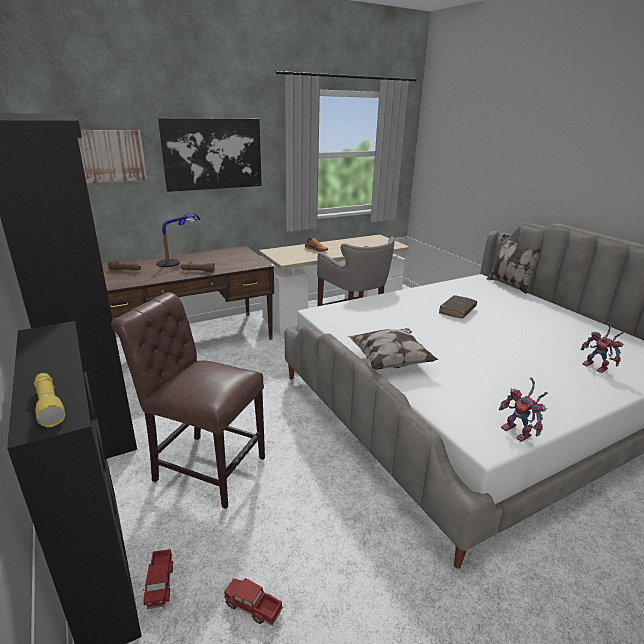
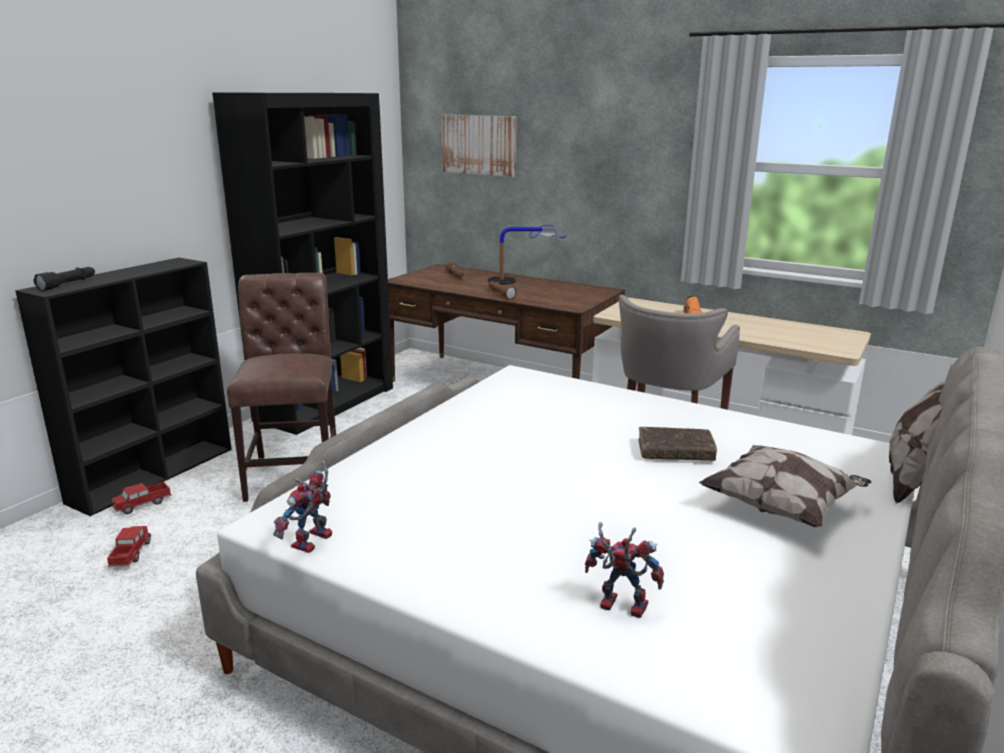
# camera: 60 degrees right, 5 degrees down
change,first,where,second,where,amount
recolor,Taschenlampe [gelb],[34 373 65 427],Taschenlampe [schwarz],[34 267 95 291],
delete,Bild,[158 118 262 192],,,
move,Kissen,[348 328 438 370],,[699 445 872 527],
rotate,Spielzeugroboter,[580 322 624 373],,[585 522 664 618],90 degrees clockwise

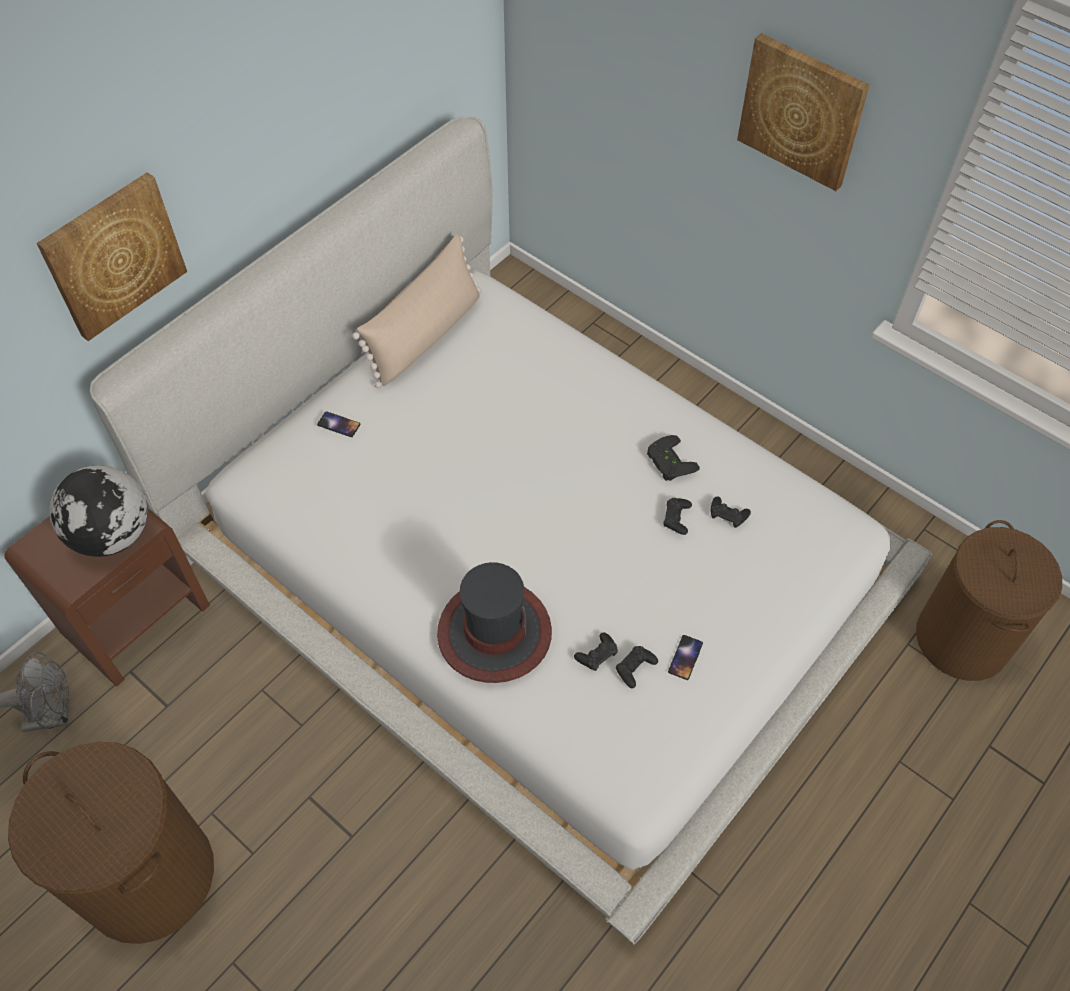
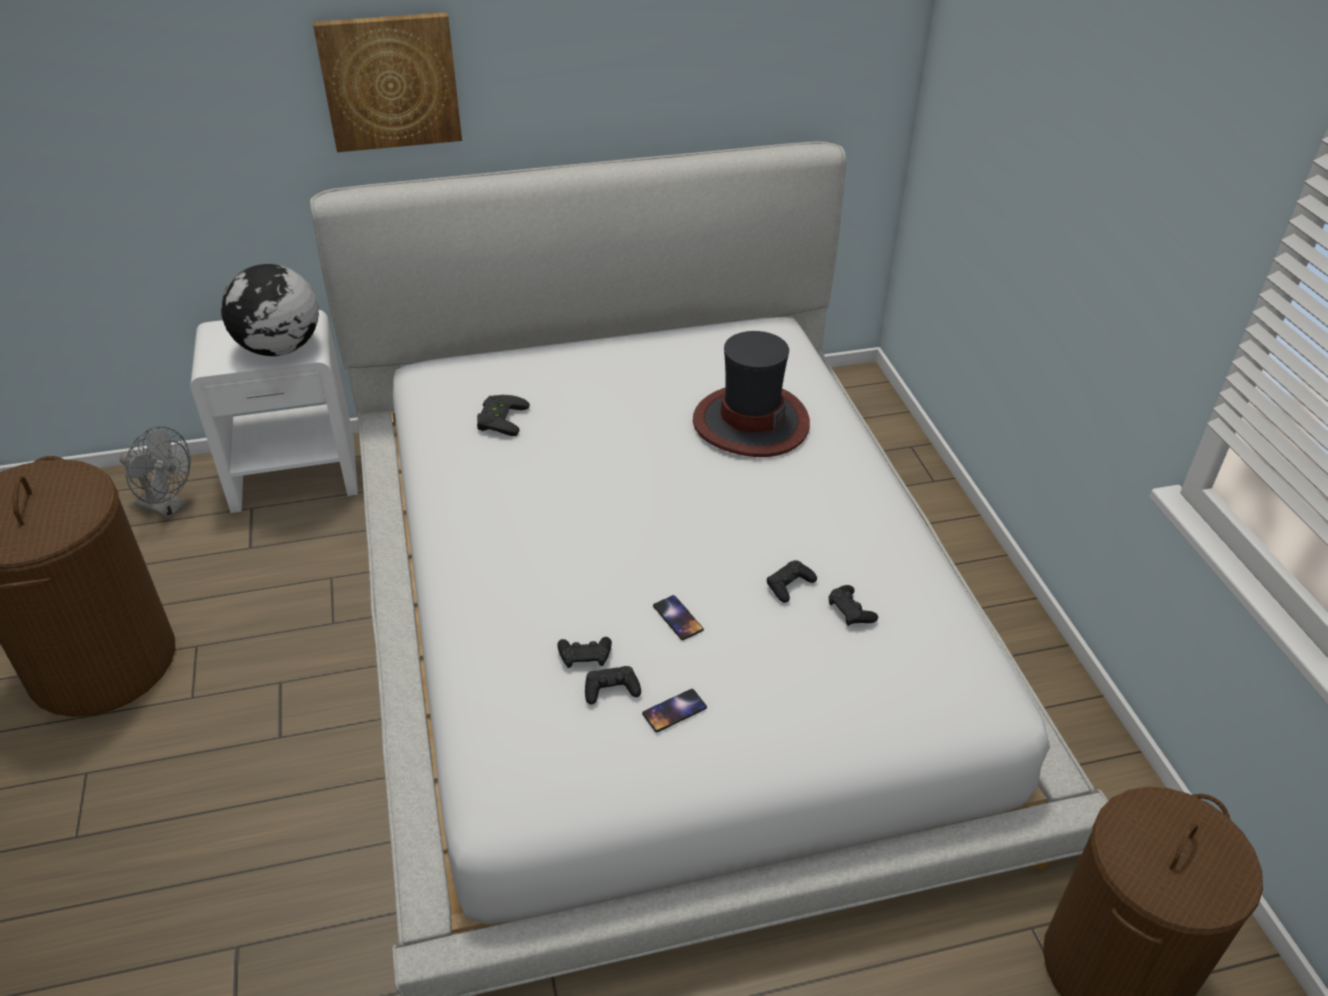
# camera: 35 degrees right, 15 degrees down
change,first,where,second,where,amount
recolor,Nachttisch [braun],[4 508 210 687],Nachttisch [weiß],[190 310 358 513],
move,Handy,[317 411 361 437],,[653 595 704 640],
delete,Kissen [beige],[352 234 481 388],,,
move,Hut,[437 562 552 683],,[693 331 810 457],
move,Gamepad [schwarz],[647 435 700 481],,[477 395 530 436],
delete,Bild,[737 33 870 191],,,

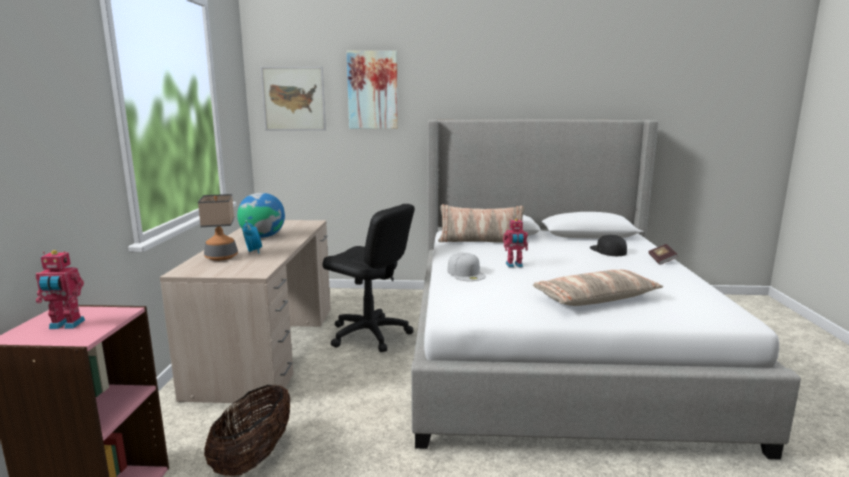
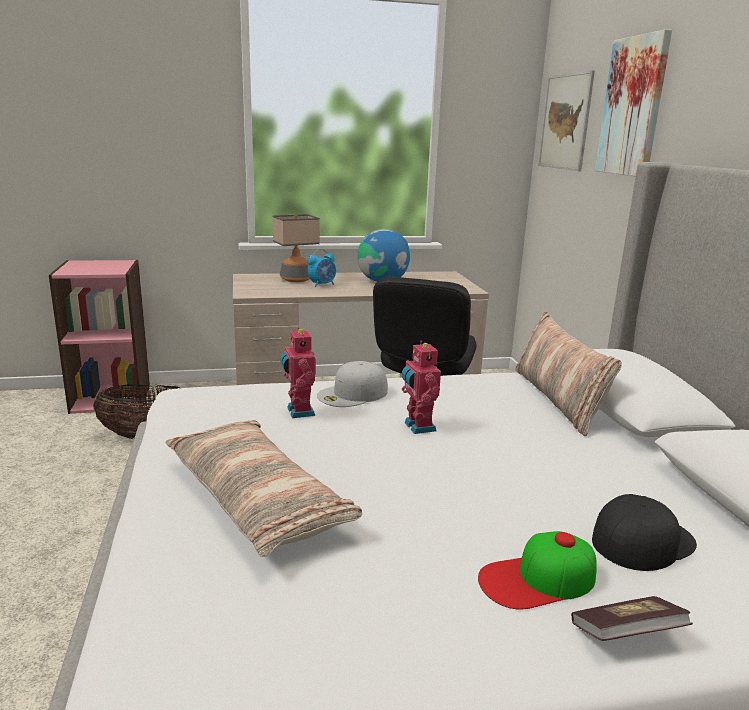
# camera: 75 degrees right, 5 degrees up
change,first,where,second,where,amount
move,Spielzeugroboter,[36 250 85 329],,[280 327 316 418],
insert,,,Kappe,[478 531 597 610],

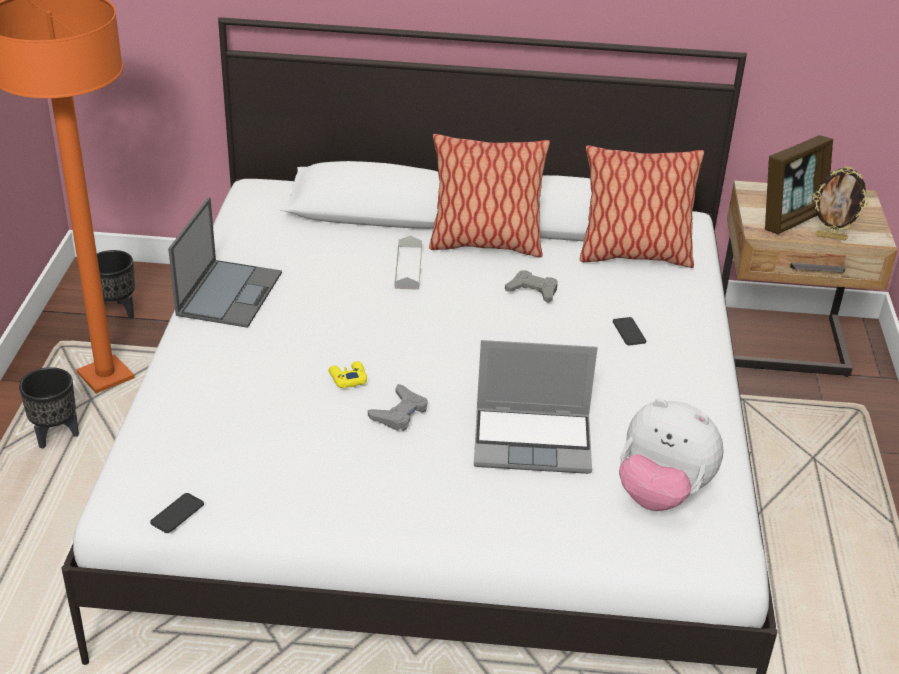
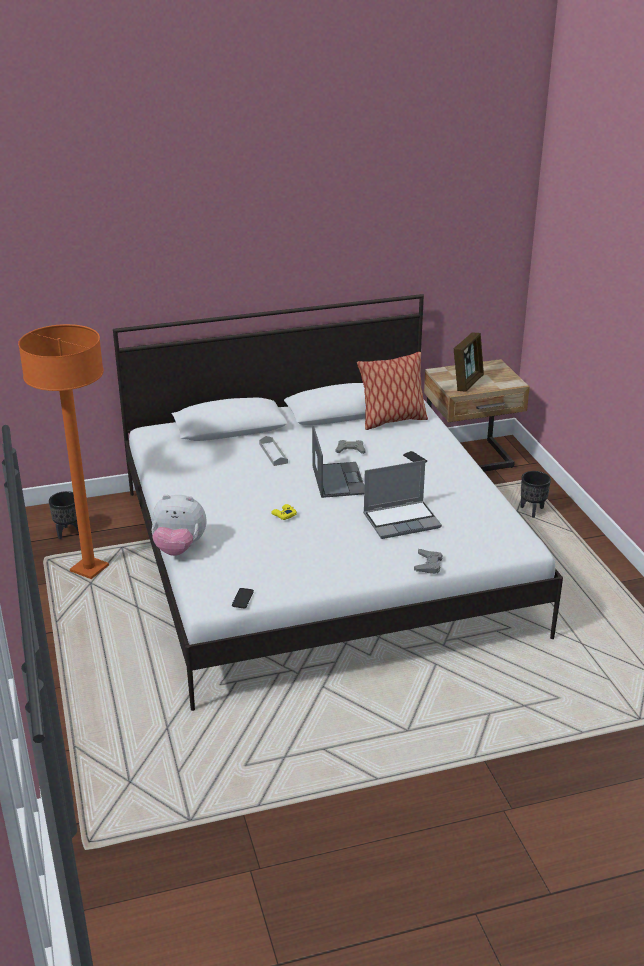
# camera: 20 degrees left, 5 degrees down
change,first,where,second,where,amount
move,Pflanzkübel [schwarz],[19 367 79 449],,[521 471 551 517],
move,Laptop,[168 197 282 328],,[312 426 364 498],
move,Gamepad [grau],[368 384 428 431],,[414 549 443 574],
delete,Kissen,[429 134 550 258],,,
move,Plüschtier,[619 398 724 511],,[151 494 207 556],
delete,Bilderrahmen,[813 166 869 240],,,

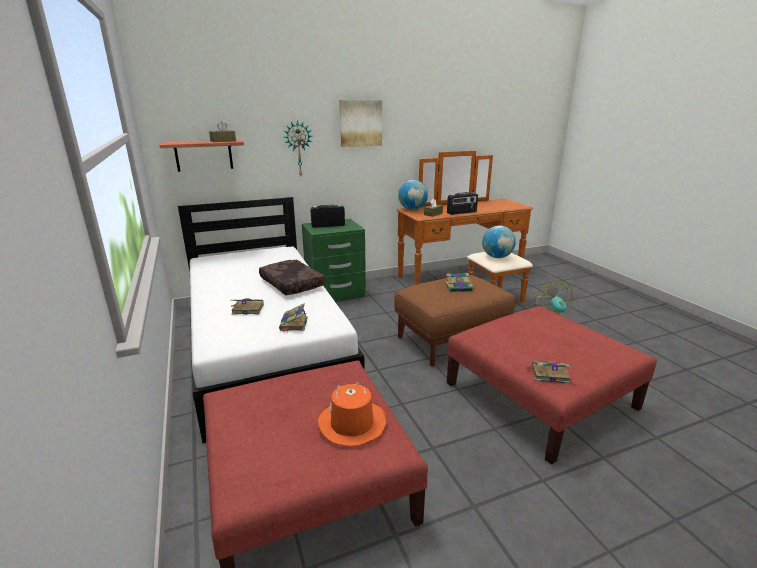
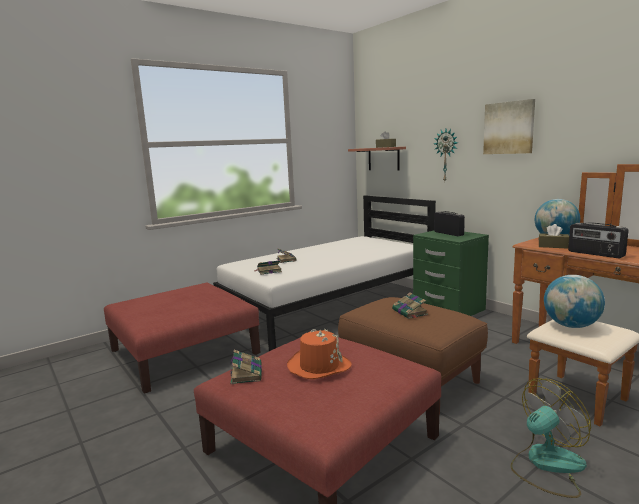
# camera: 75 degrees right, 10 degrees down
change,first,where,second,where,amount
delete,Kissen [braun],[259 260 325 295],,,
move,Hut [orange],[317 383 387 446],,[287 329 352 379],

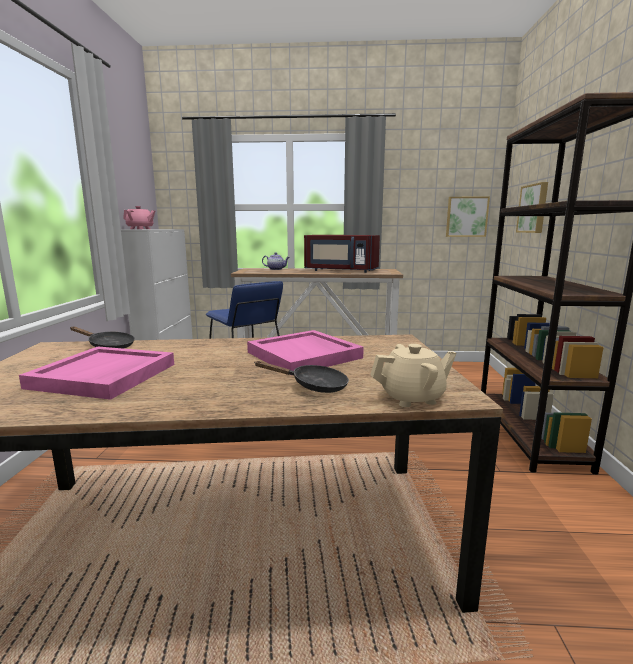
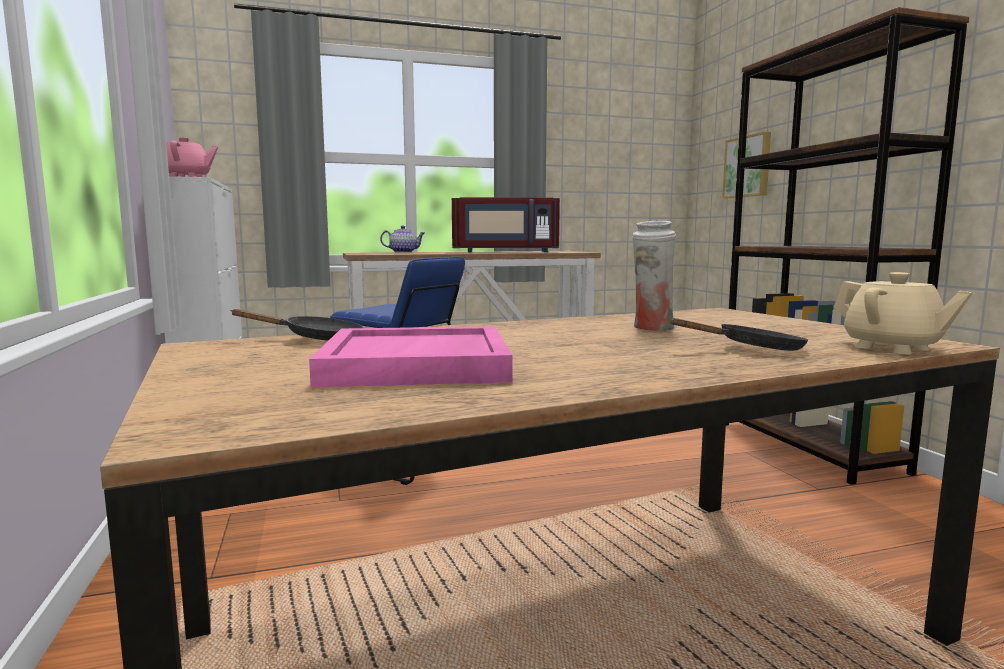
# camera: 20 degrees left, 5 degrees down
change,first,where,second,where,amount
replace,Tablett [rosa],[247 330 364 376],Vase [weiß],[632 221 677 331],
rotate,Teekanne [beige],[370 344 456 407],,[834 272 973 354],90 degrees clockwise
delete,Bild,[446 197 490 237],,,

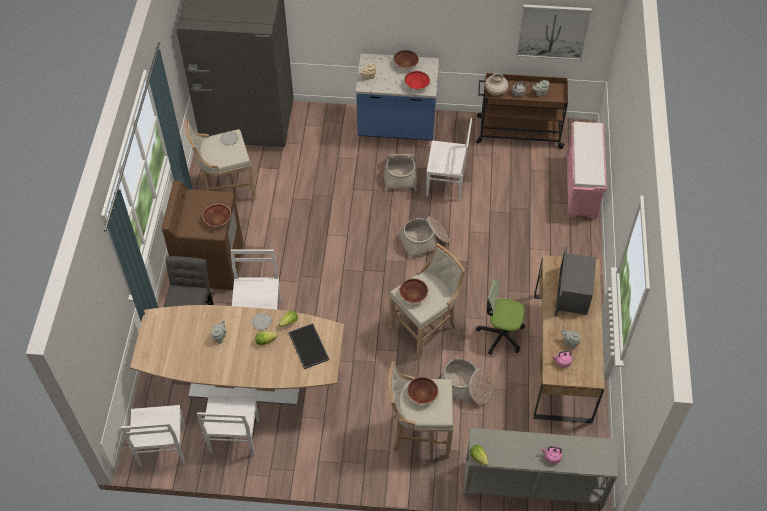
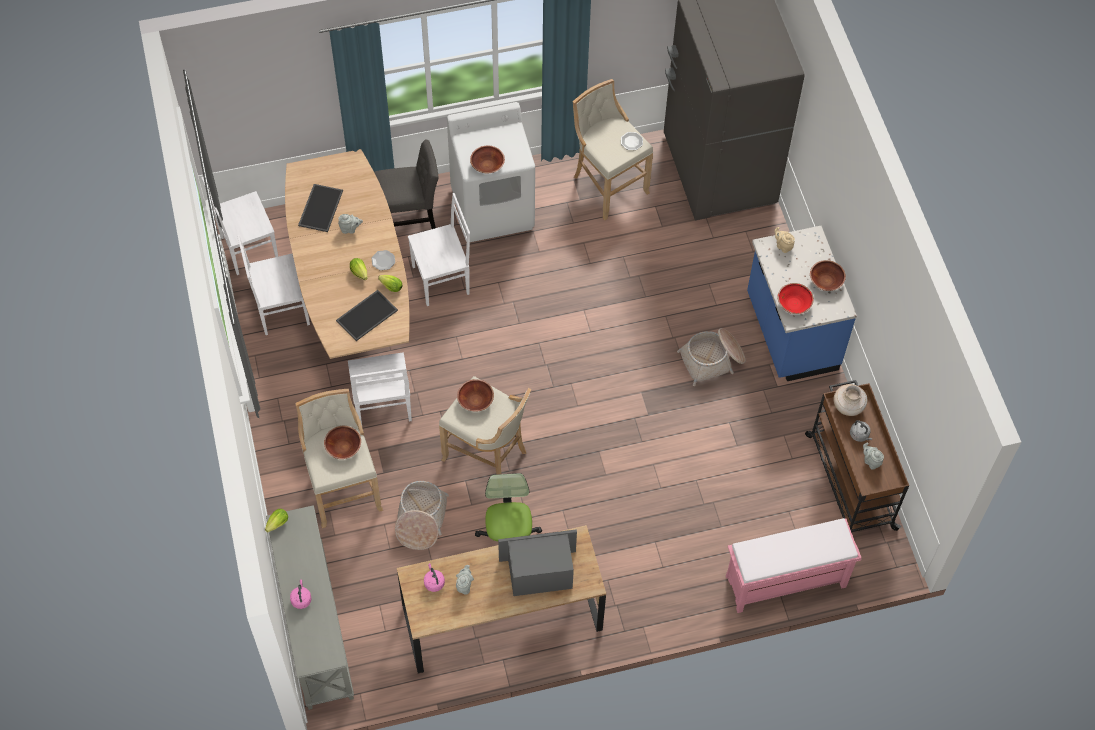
# camera: 70 degrees right, 5 degrees up
change,first,where,second,where,amount
recolor,Waschmaschine [braun],[162 181 243 290],Waschmaschine [weiß],[447 102 535 242],
delete,Korb,[397 216 449 260],,,
move,Stuhl [weiß],[426 118 472 200],,[348 352 412 425],
delete,Bild,[516 4 592 60],,,
insert,,,Tablett,[298 184 343 232],

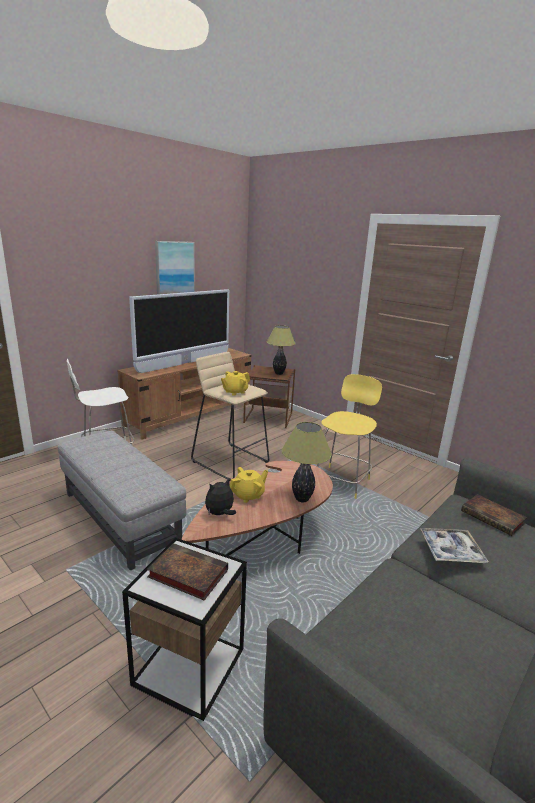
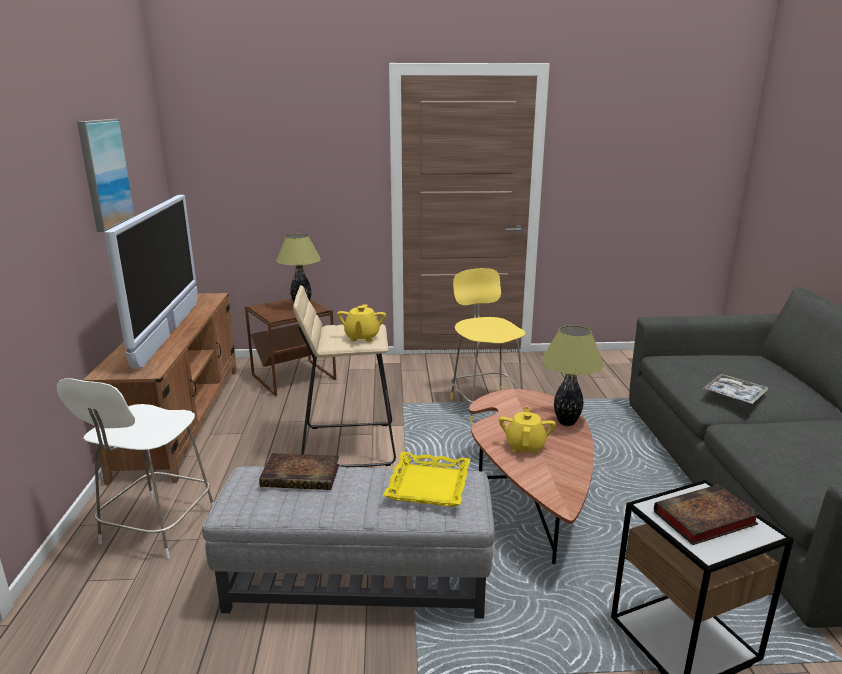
# camera: 45 degrees left, 0 degrees up
change,first,where,second,where,amount
delete,Plüschtier,[205 478 236 515],,,
move,Buch,[461 494 527 536],,[259 453 339 490],
insert,,,Tablett [gelb],[383 452 470 507],

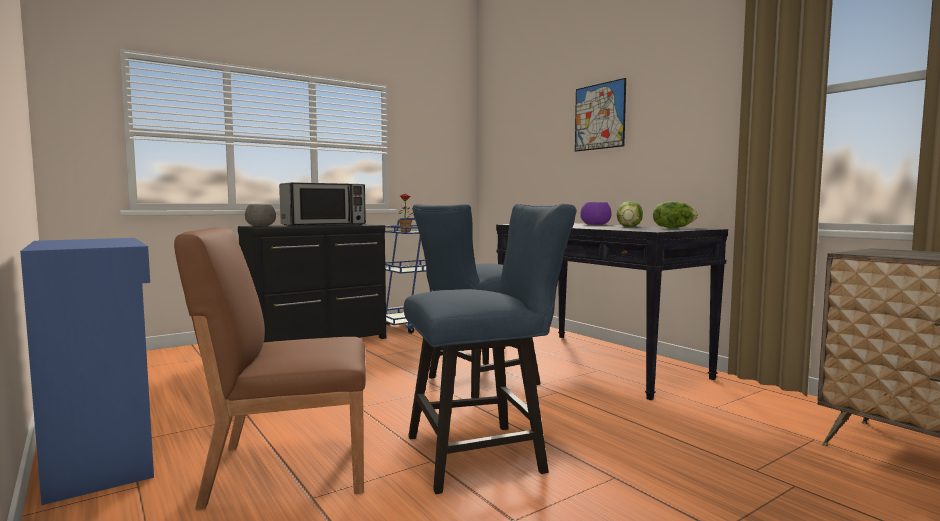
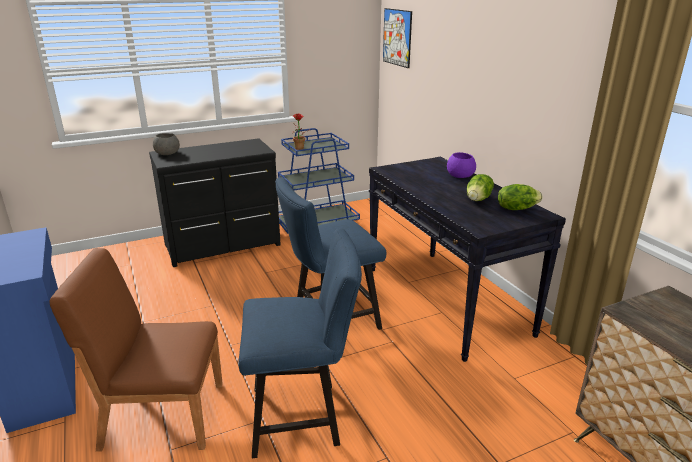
# camera: 10 degrees right, 20 degrees up
change,first,where,second,where,amount
delete,Mikrowelle,[279 182 366 226],,,
move,Bild,[575 78 626 152],,[383 8 412 68],

